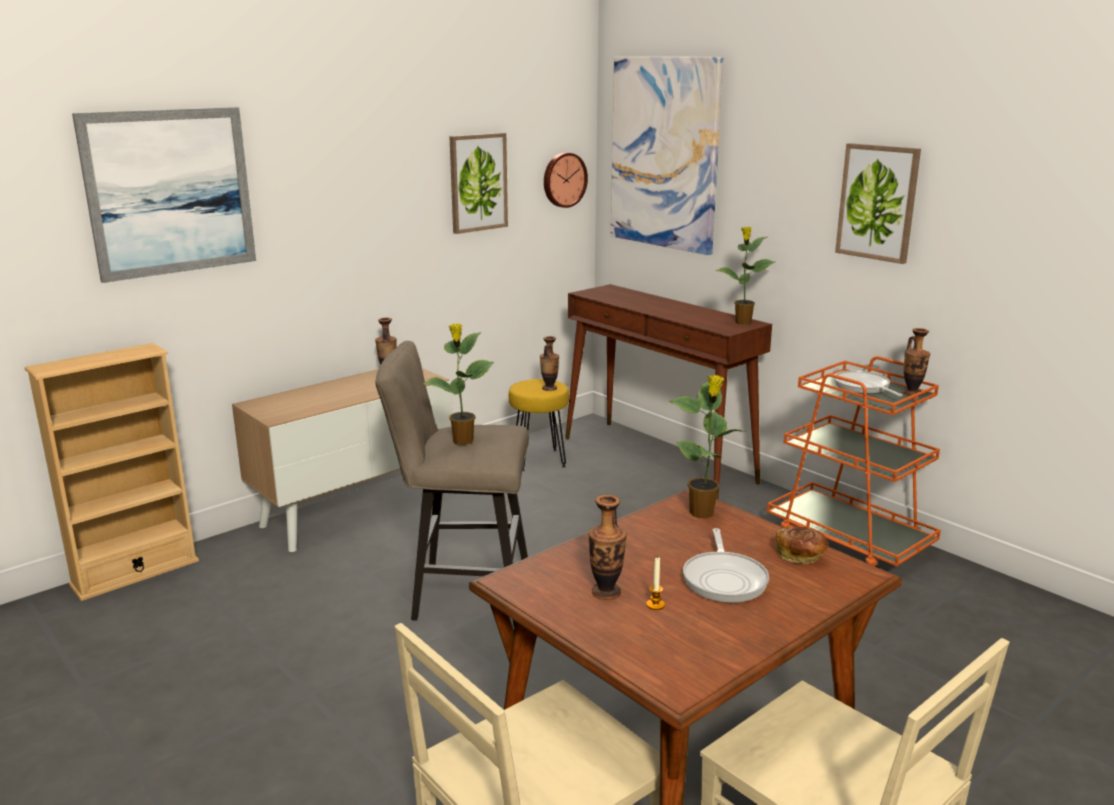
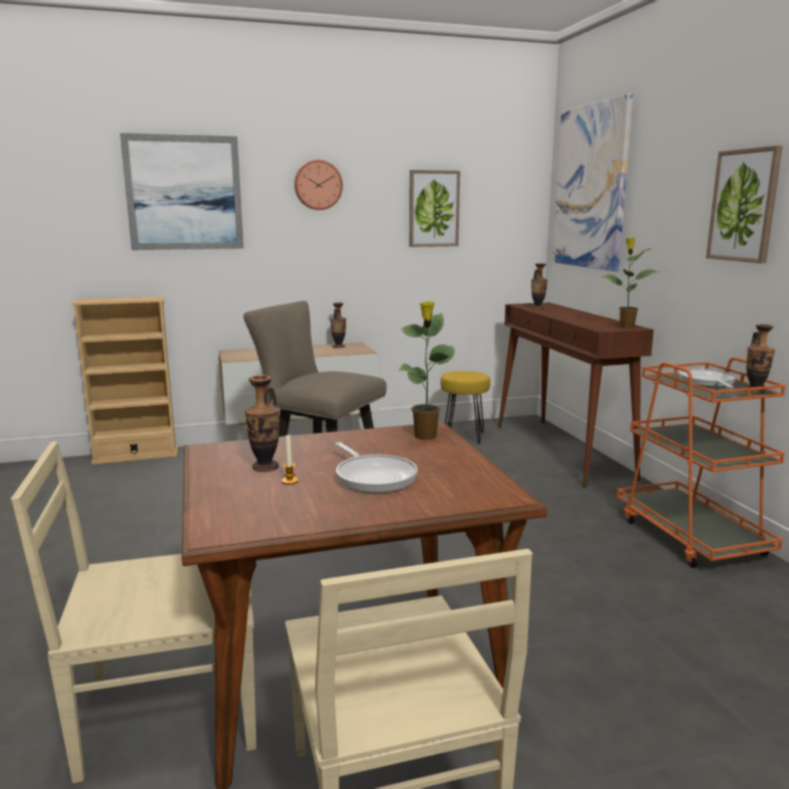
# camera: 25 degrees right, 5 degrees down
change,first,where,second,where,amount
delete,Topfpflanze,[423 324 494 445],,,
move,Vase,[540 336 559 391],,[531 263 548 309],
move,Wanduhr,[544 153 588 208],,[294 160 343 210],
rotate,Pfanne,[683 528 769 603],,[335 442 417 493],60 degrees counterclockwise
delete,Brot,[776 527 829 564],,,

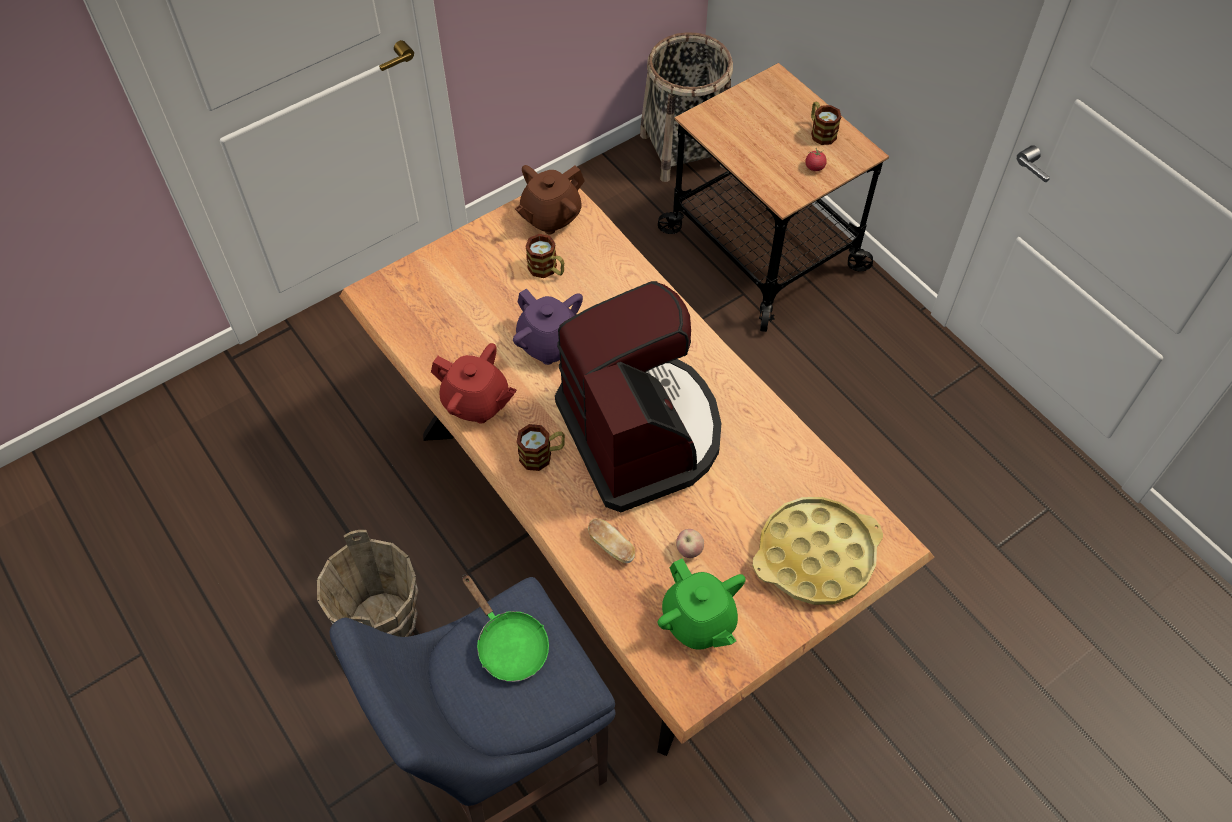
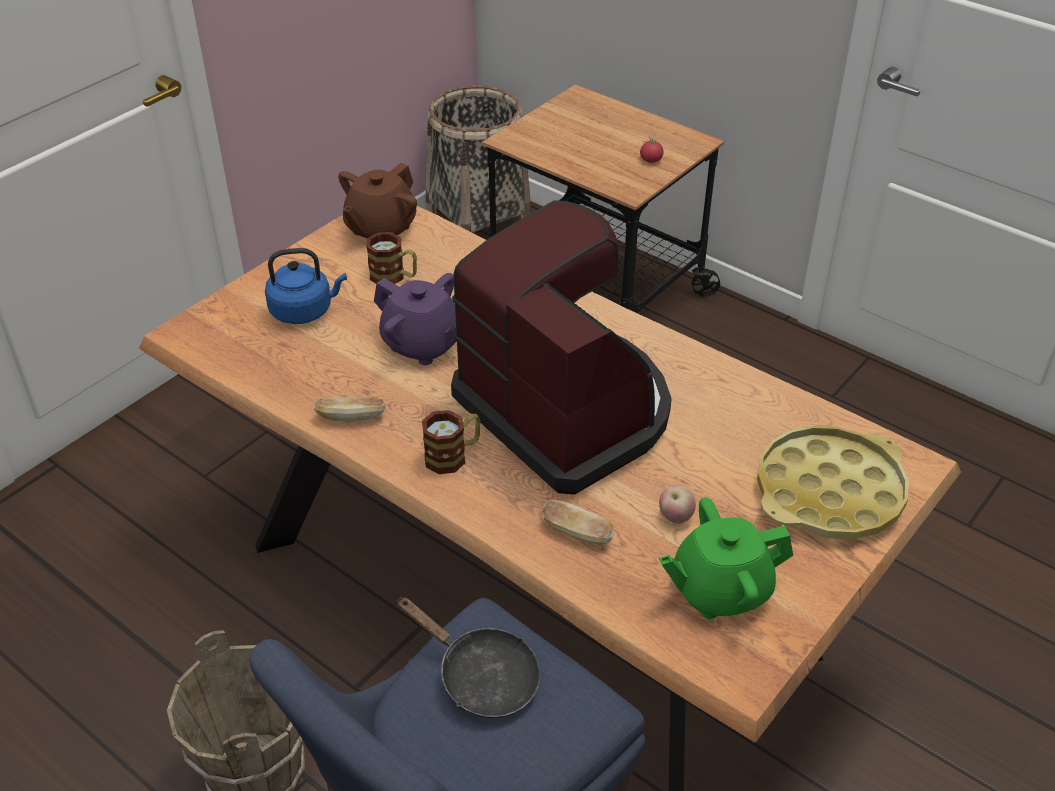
# camera: 15 degrees left, 15 degrees down
change,first,where,second,where,amount
replace,Teekanne [rot],[431 343 516 423],Brot,[313 396 385 422],
recolor,Pfanne [grün],[462 574 549 682],Pfanne [schwarz],[397 598 540 718],
rotate,Teekanne [grün],[658 558 746 650],,[659 498 793 619],120 degrees clockwise
delete,Henkelbecher,[811 102 841 145],,,
insert,,,Wasserkessel [blau],[265 248 347 324],

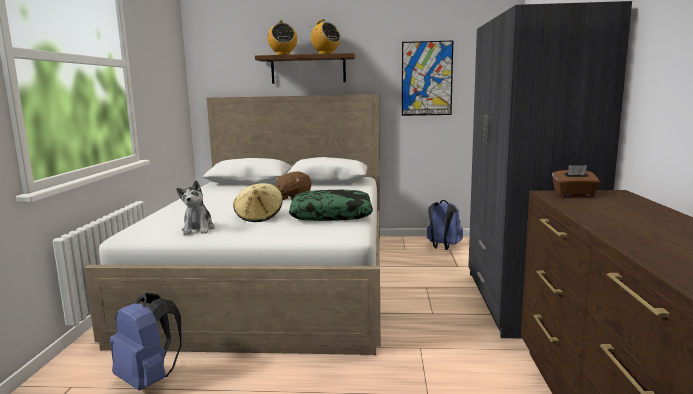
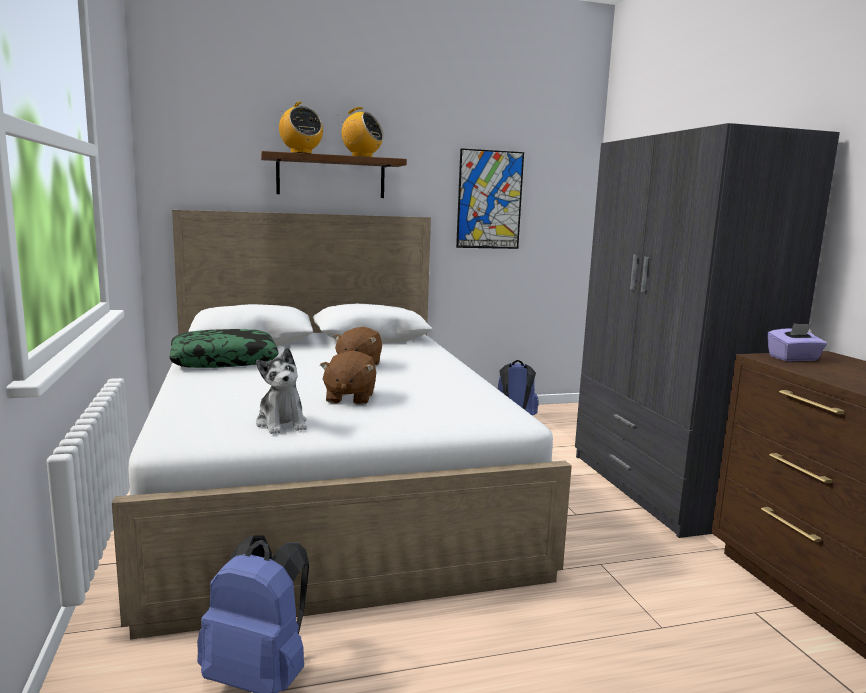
# camera: 20 degrees left, 0 degrees up
change,first,where,second,where,amount
replace,Hut [beige],[233 183 283 222],Plüschtier [braun],[320 351 376 405],
move,Kissen,[289 190 373 221],,[169 329 279 368],
recolor,Taschentuchbox [braun],[552 165 600 197],Taschentuchbox [lila],[767 323 827 361],

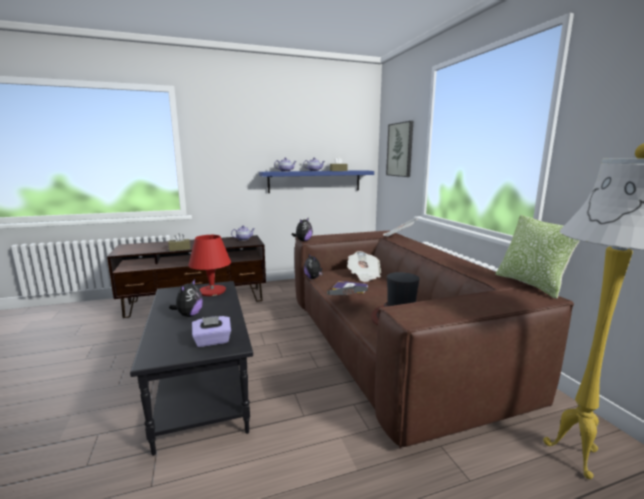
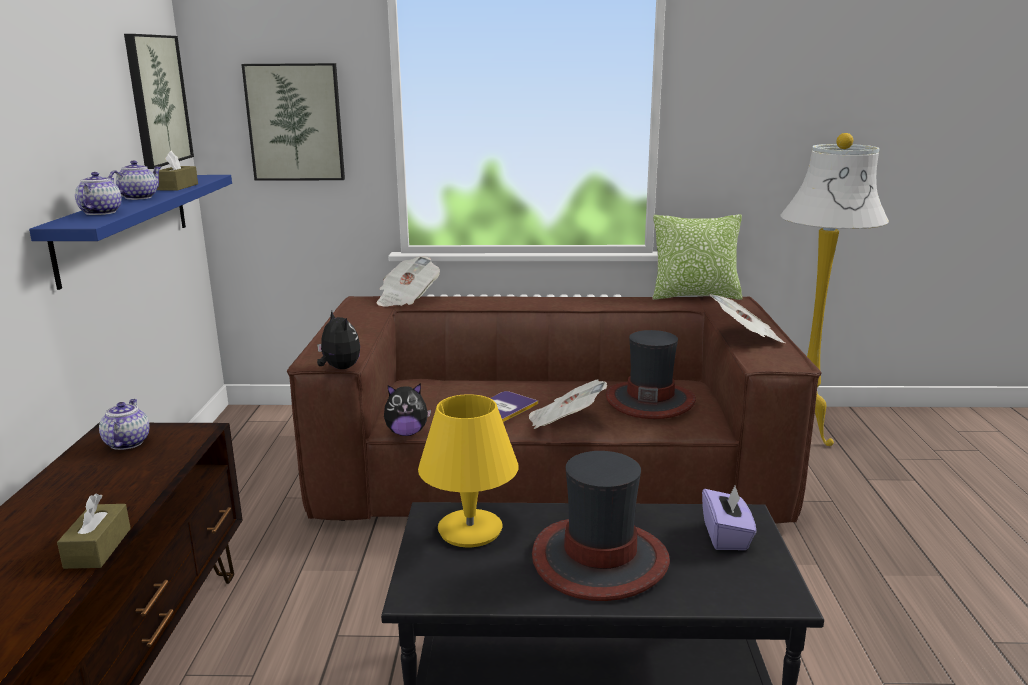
# camera: 70 degrees left, 5 degrees up
change,first,where,second,where,amount
replace,Plüschtier,[169 279 203 317],Hut,[532 451 670 601],
recolor,Tischlampe [rot],[188 235 231 296],Tischlampe [gelb],[418 394 518 547],
move,Zeitung,[347 251 381 282],,[709 294 785 343],
insert,,,Bild,[124 34 194 169],

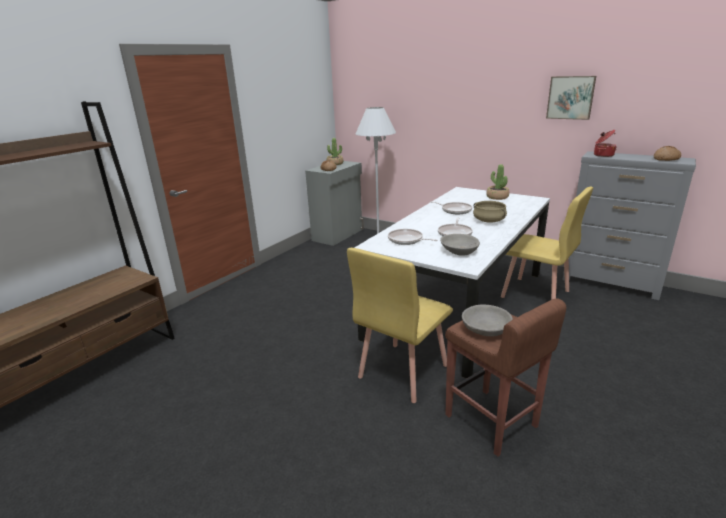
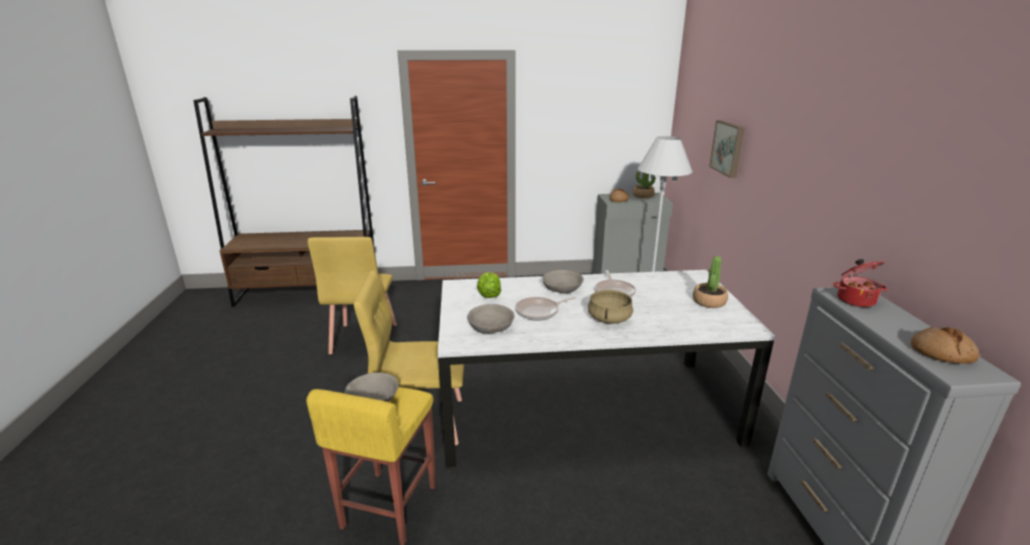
# camera: 50 degrees right, 0 degrees up
change,first,where,second,where,amount
replace,Pfanne,[388 229 438 245],Salatkopf,[477 272 501 298],
recolor,Hocker [braun],[445 298 566 457],Hocker [gelb],[307 387 436 545],
move,Stuhl [gelb],[501 187 593 300],,[308 237 397 354],
move,Bild,[546 76 596 120],,[709 120 744 178],
insert,,,Schüssel [grau],[542 270 584 293],

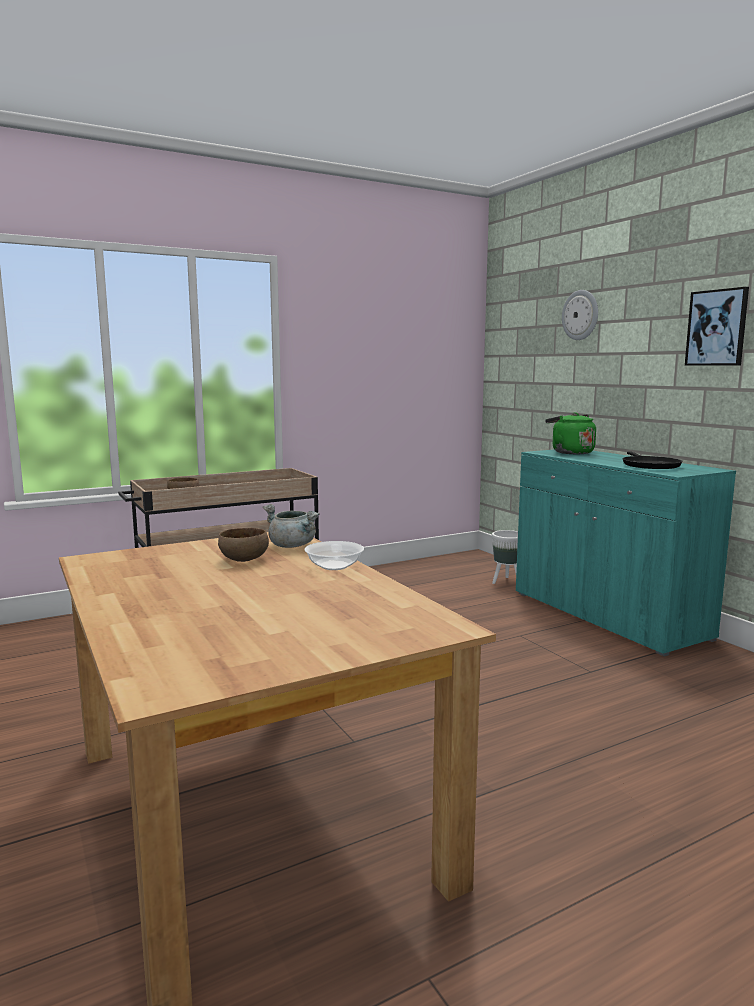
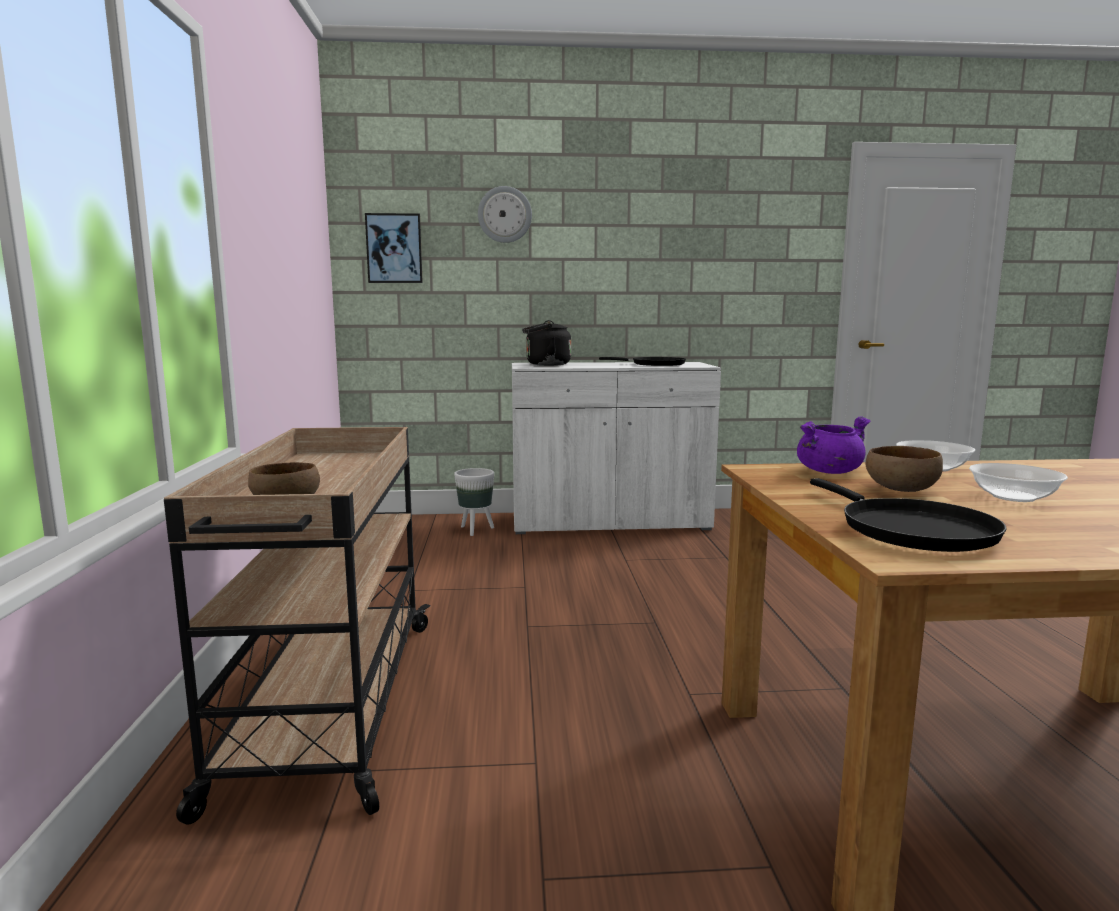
# camera: 65 degrees left, 0 degrees up
change,first,where,second,where,amount
recolor,Kochtopf [grau],[263 504 320 548],Kochtopf [lila],[797 416 870 474],
recolor,Schrank [türkis],[516 450 736 657],Schrank [weiß],[512 362 721 534],
recolor,Wasserkessel [grün],[545 412 596 454],Wasserkessel [schwarz],[522 320 571 366],
move,Bild,[685 287 749 366],,[365 213 423 283],
insert,,,Pfanne [schwarz],[810 478 1006 552],
insert,,,Schüssel,[969 463 1068 502],

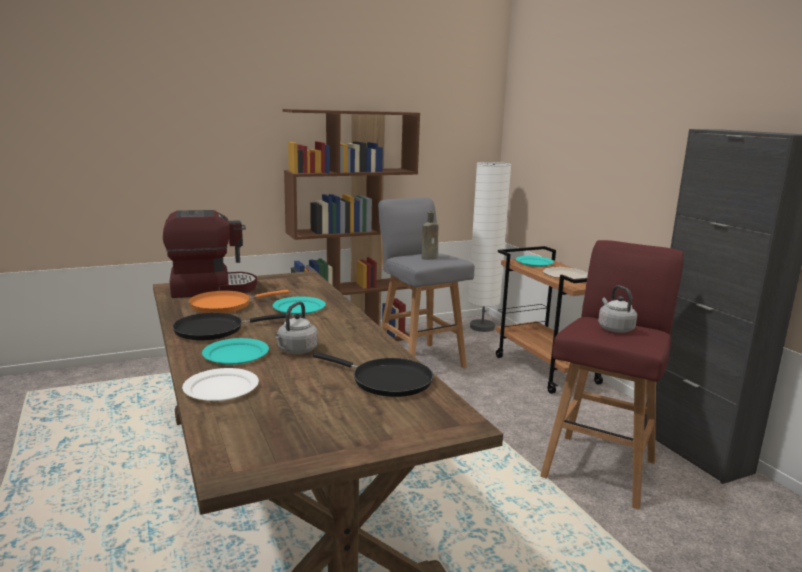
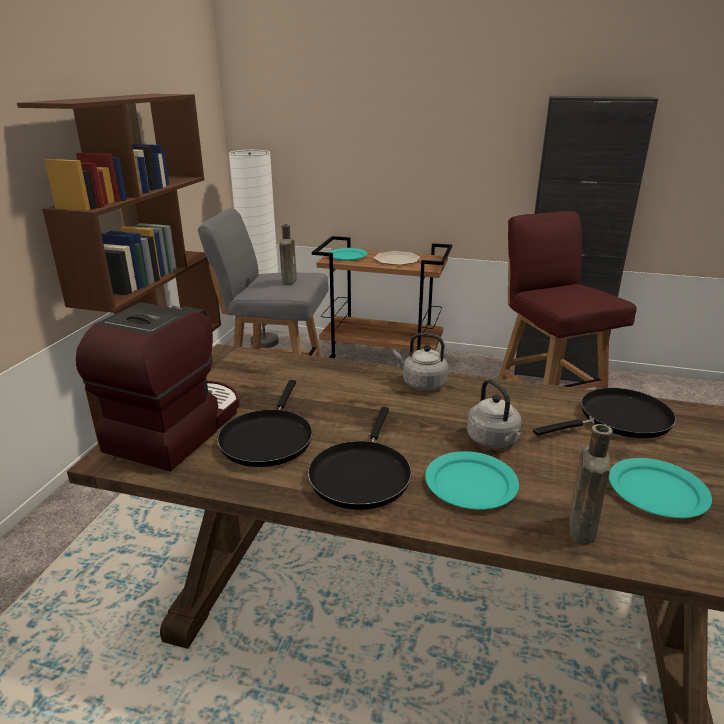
# camera: 50 degrees left, 10 degrees up
change,first,where,second,where,amount
replace,Teller [weiß],[182 368 259 401],Flasche [braun],[569 424 613 545],
recolor,Pfanne [orange],[189 290 290 313],Pfanne [schwarz],[217 380 313 467],
move,Teller [türkis],[273 296 326 315],,[609 458 712 518],
move,Wasserkessel [grau],[598 286 637 333],,[393 333 448 391],

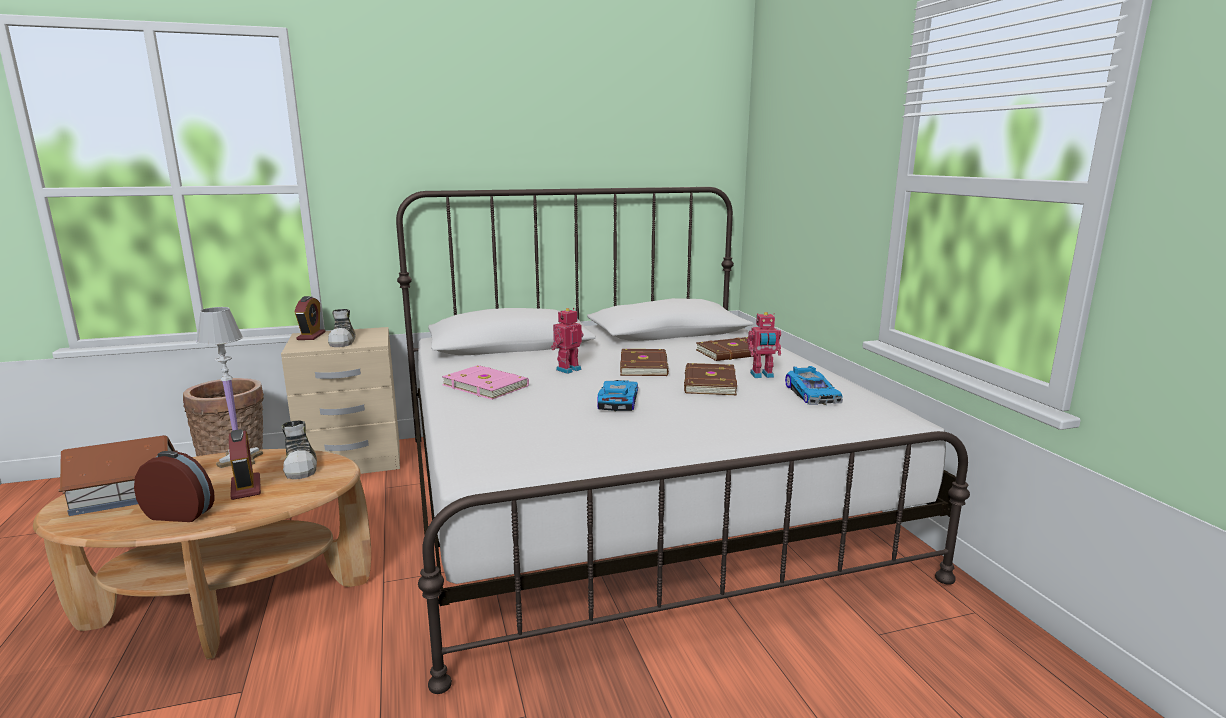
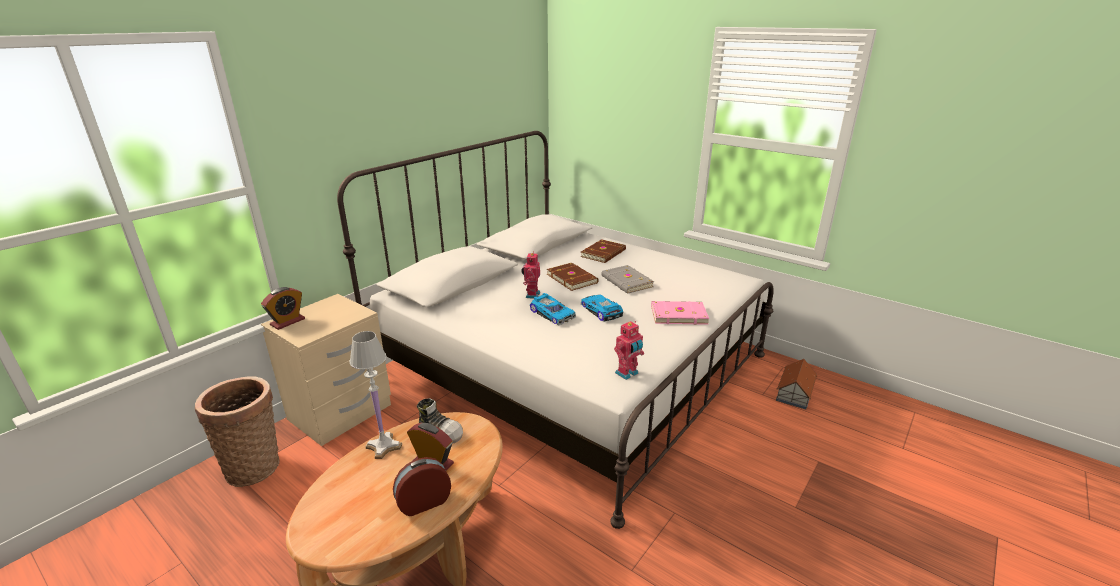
# camera: 35 degrees left, 10 degrees up
change,first,where,second,where,amount
move,Spielzeughaus,[59 435 178 516],,[776 359 817 410],
rotate,Wecker,[295 296 326 340],,[261 287 305 330],75 degrees clockwise
delete,Schuh,[328 309 356 347],,,
move,Buch [rosa],[442 365 529 400],,[651 301 709 325],
recolor,Buch [braun],[684 363 737 395],Buch [grau],[601 265 654 294],
move,Spielzeugroboter,[747 312 781 378],,[614 321 644 380],
move,Spielzeugauto,[785 366 843 405],,[530 293 576 326],

